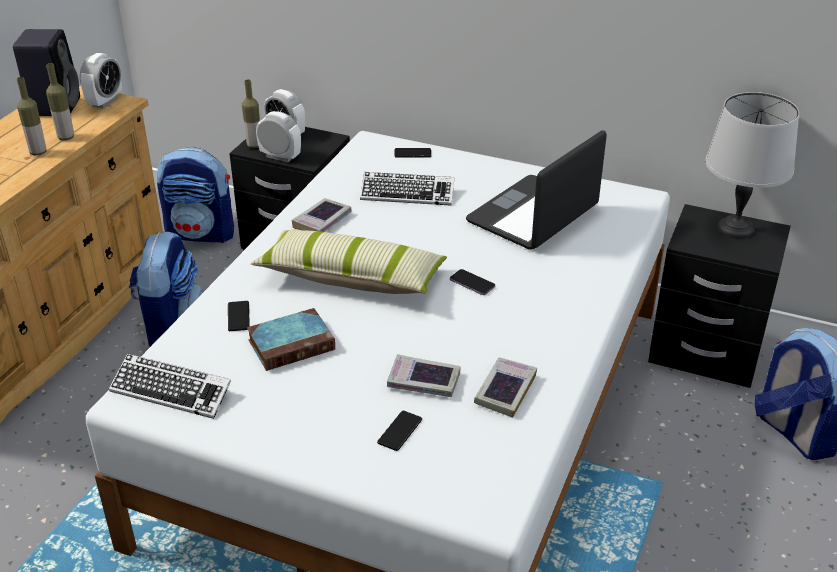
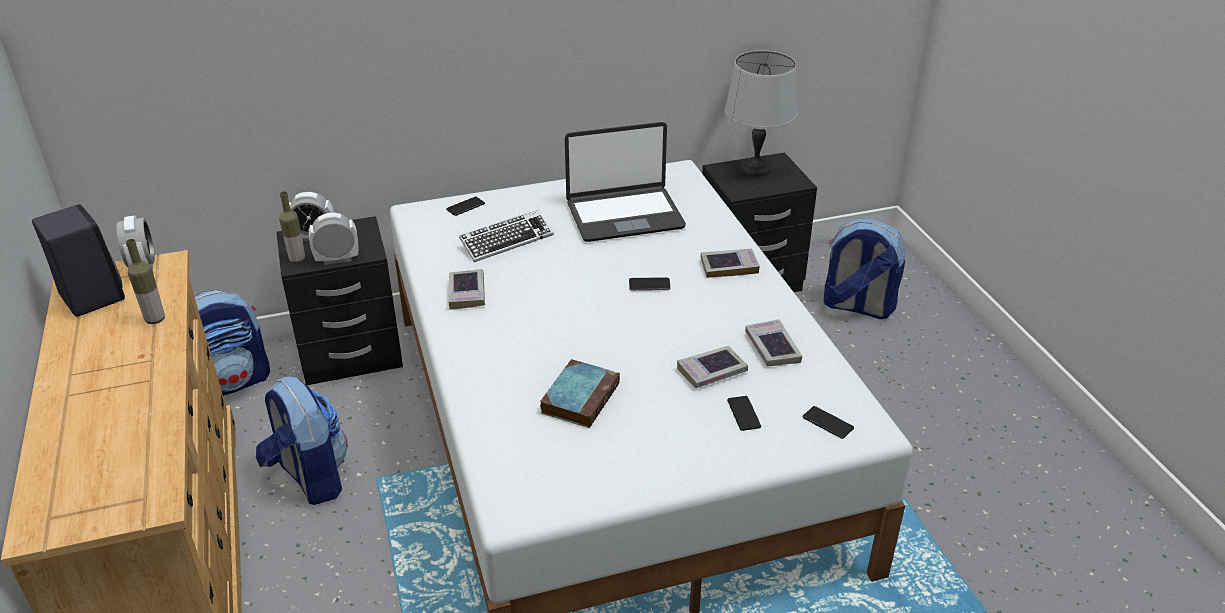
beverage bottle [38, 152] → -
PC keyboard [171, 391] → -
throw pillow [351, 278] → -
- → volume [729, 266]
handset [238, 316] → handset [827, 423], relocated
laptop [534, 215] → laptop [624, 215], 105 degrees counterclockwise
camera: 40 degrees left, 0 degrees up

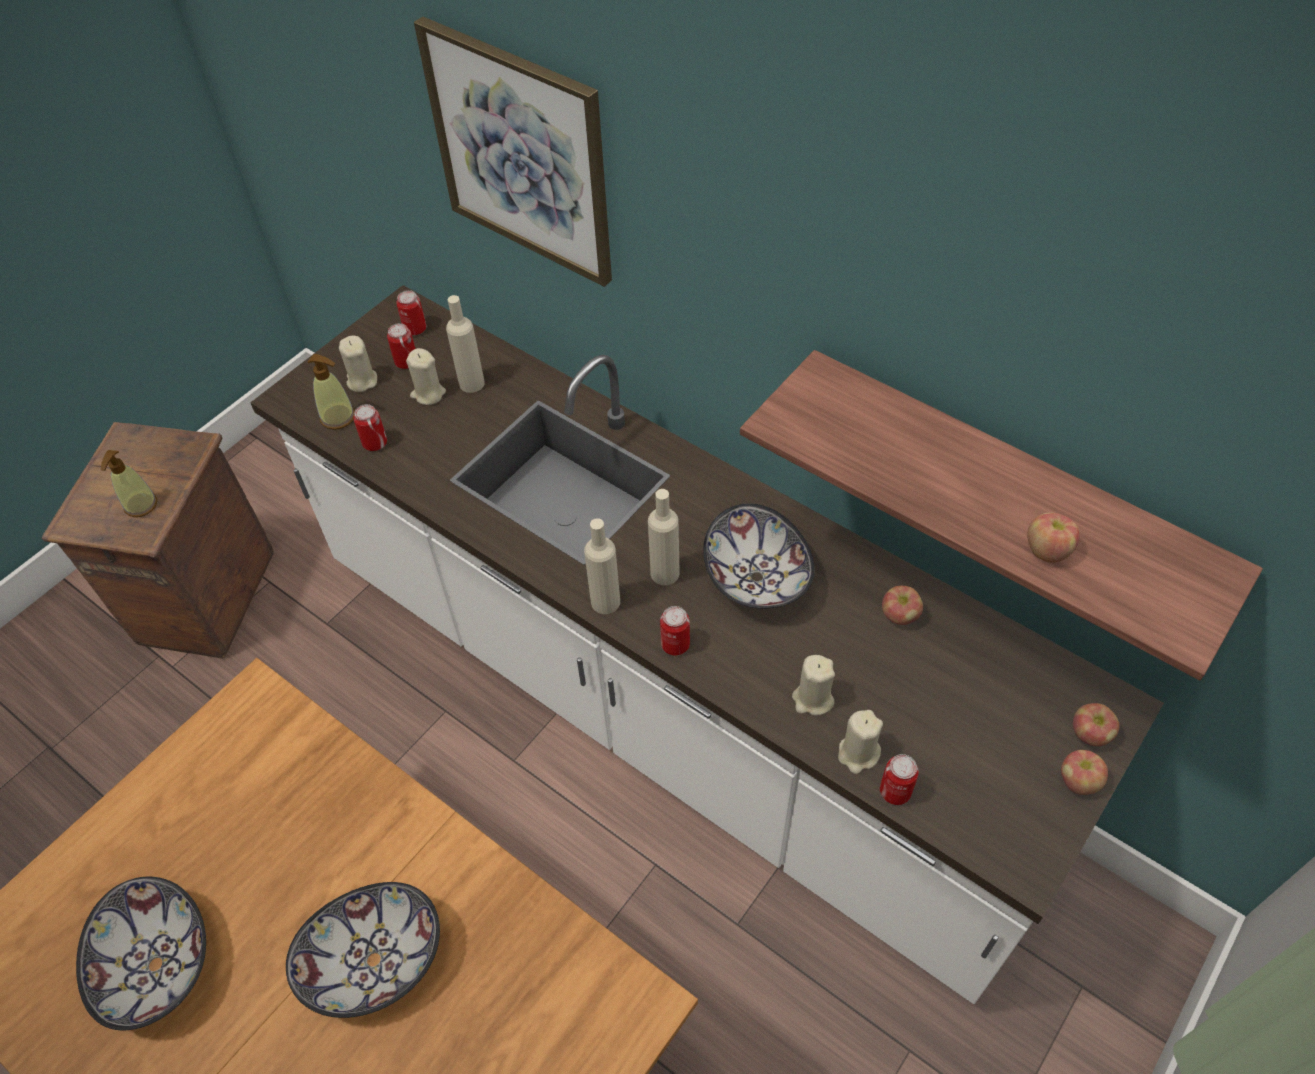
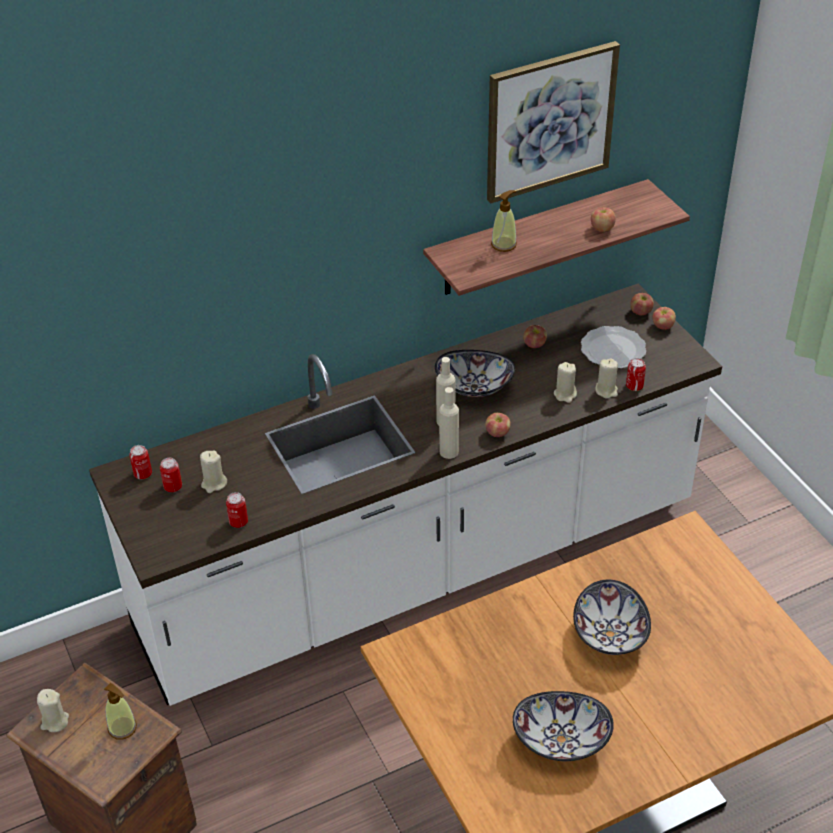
sand-coloured beverage bottle [471, 383] → -
- → plate [613, 349]
soap dispenser [338, 417] → soap dispenser [504, 244], relocated
sand-coloured candle [362, 380] → sand-coloured candle [54, 722], relocated
wall art [521, 153] → wall art [549, 121], relocated
sealed can [675, 644] → whole apple [497, 433]
camera: 65 degrees left, 10 degrees down

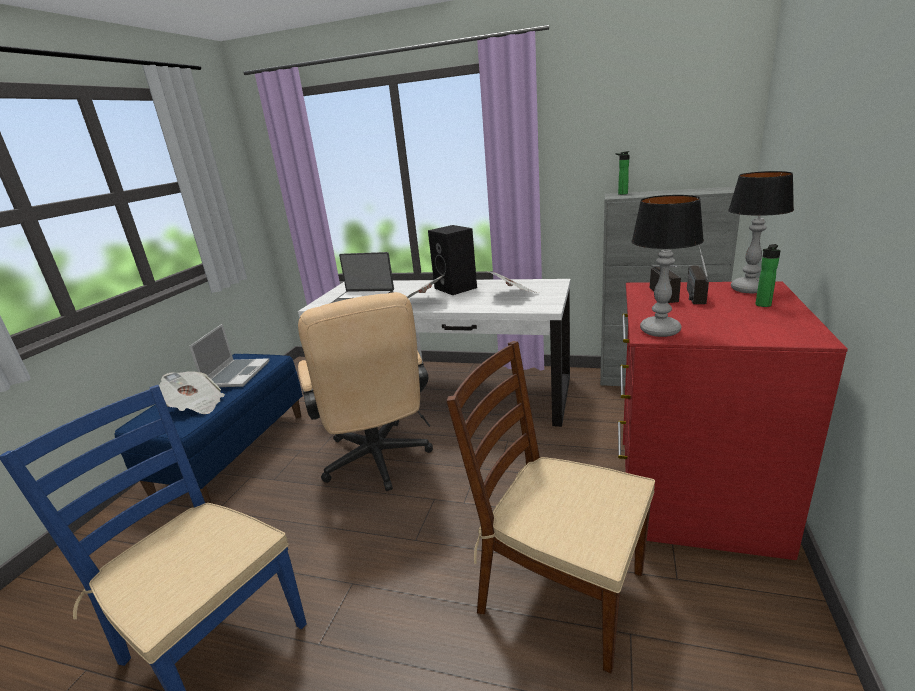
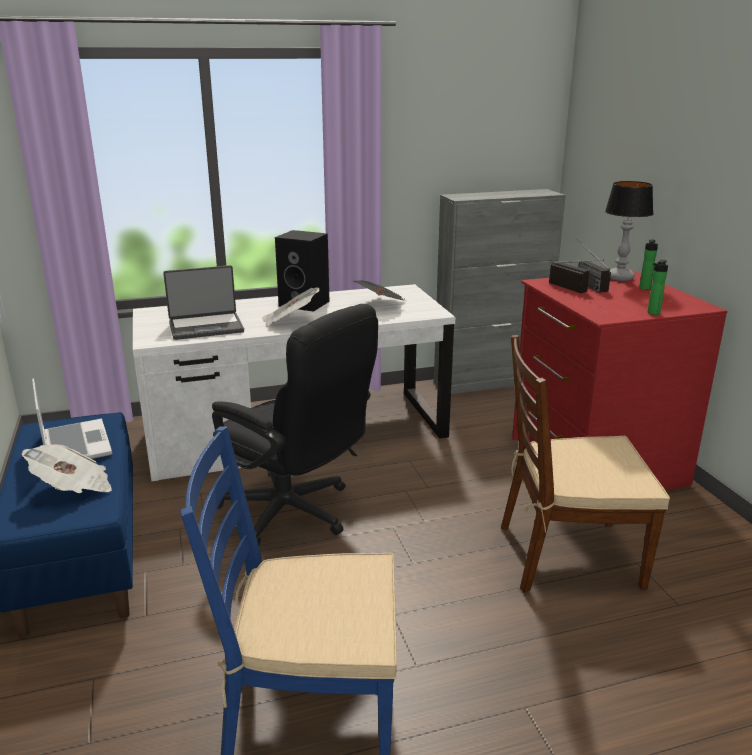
lamp for a table [660, 330] → -
beverage bottle [621, 194] → beverage bottle [652, 313], relocated
sand-coloured computer chair [378, 463] → black computer chair [295, 514]
camera: 35 degrees left, 0 degrees up

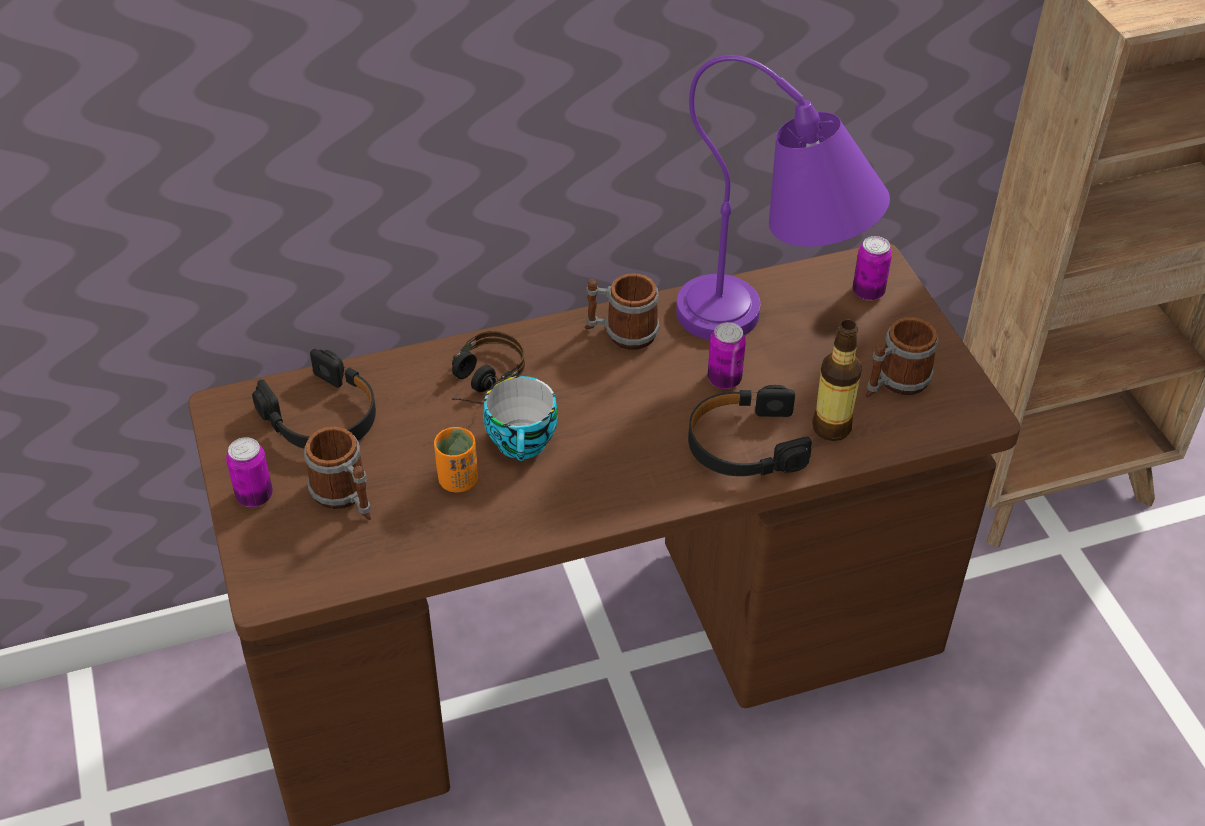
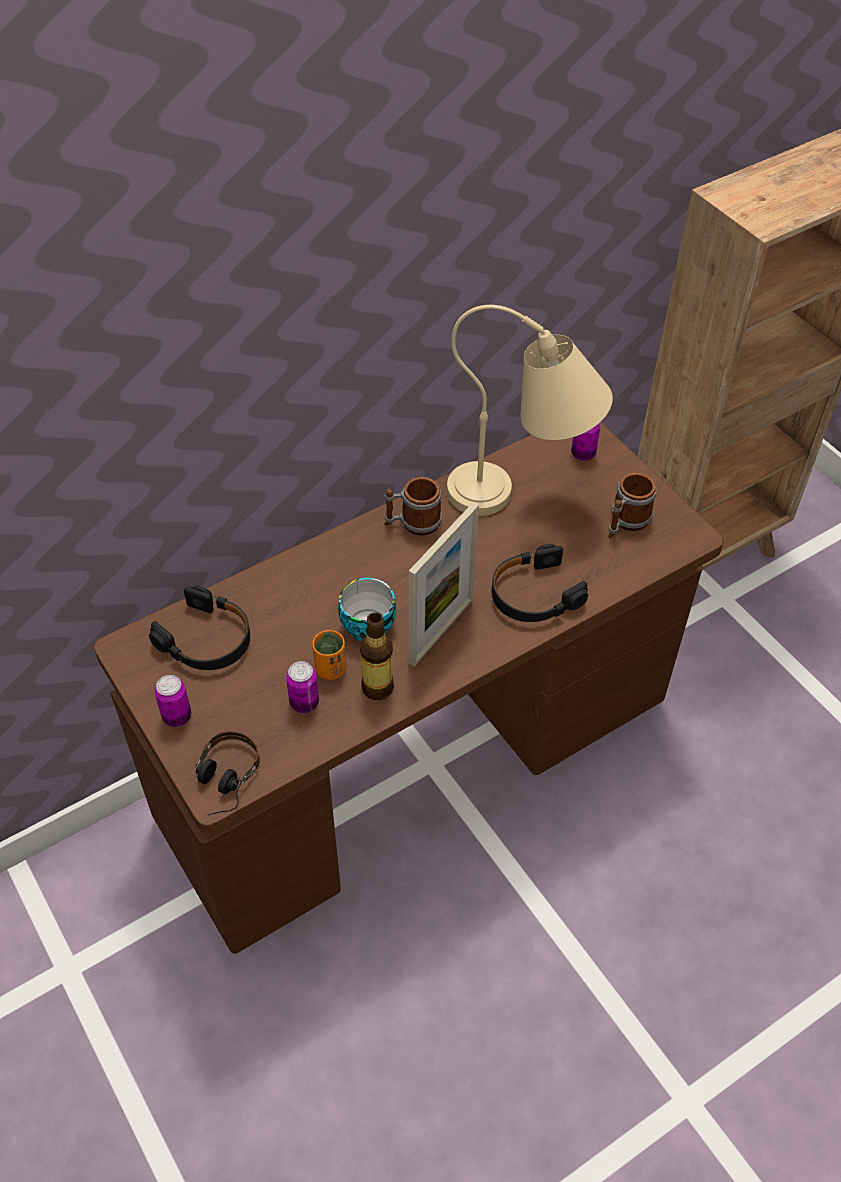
mug [345, 497] → -
- → picture frame [441, 631]
headset [479, 383] → headset [223, 783], relocated
sealed can [724, 379] → sealed can [304, 703], relocated
beverage bottle [831, 427] → beverage bottle [377, 688], relocated
purple-coloured lamp for a table [772, 328] → sand-coloured lamp for a table [523, 497]
camera: 15 degrees left, 5 degrees up

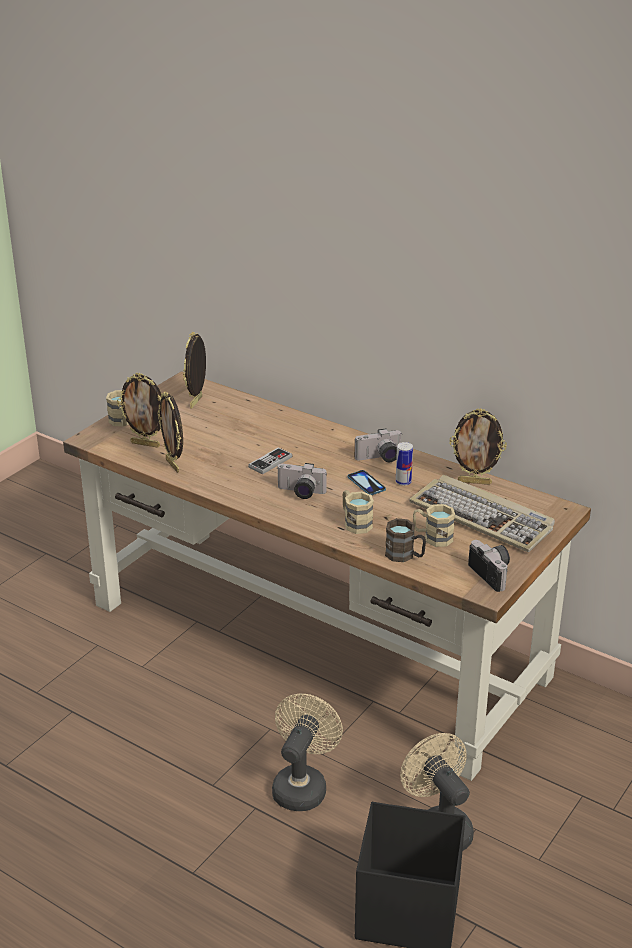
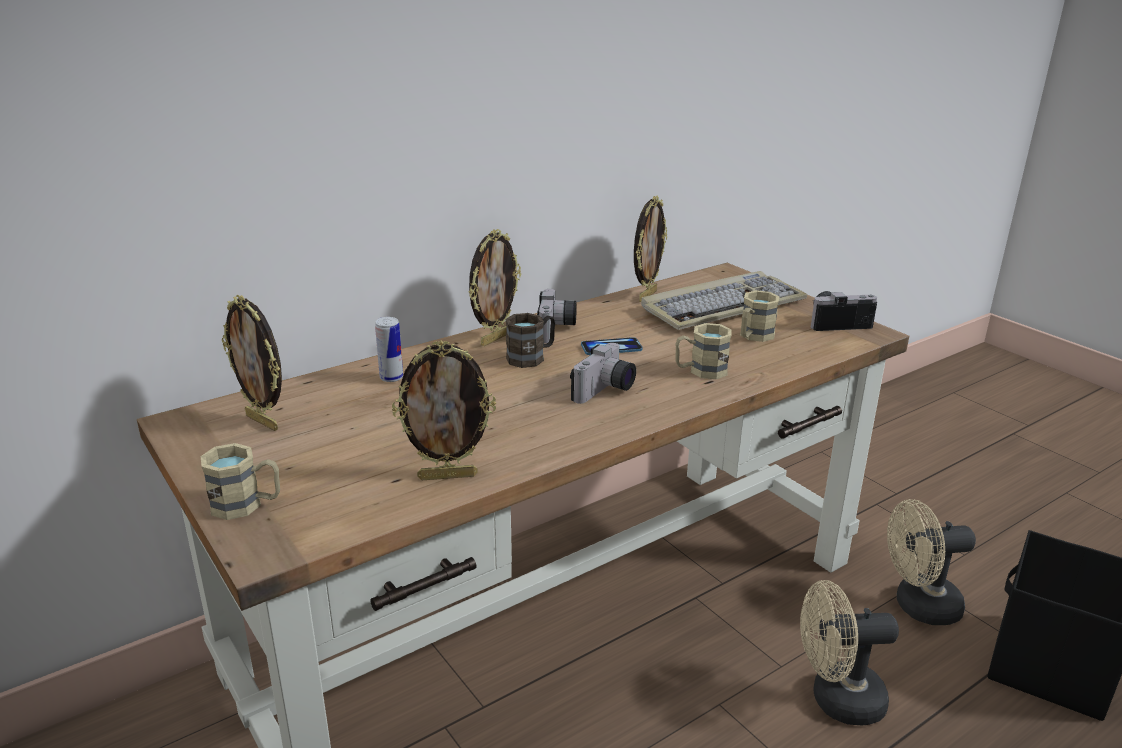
gamepad [270, 462] → -
picture frame [146, 444] → picture frame [494, 338], relocated
brownish mug [405, 556] → brownish mug [532, 357], relocated
sealed can [403, 482] → sealed can [391, 378], relocated
sand-coloured fan [302, 785] → sand-coloured fan [836, 700], 45 degrees counterclockwise
camera: 70 degrees left, 5 degrees down

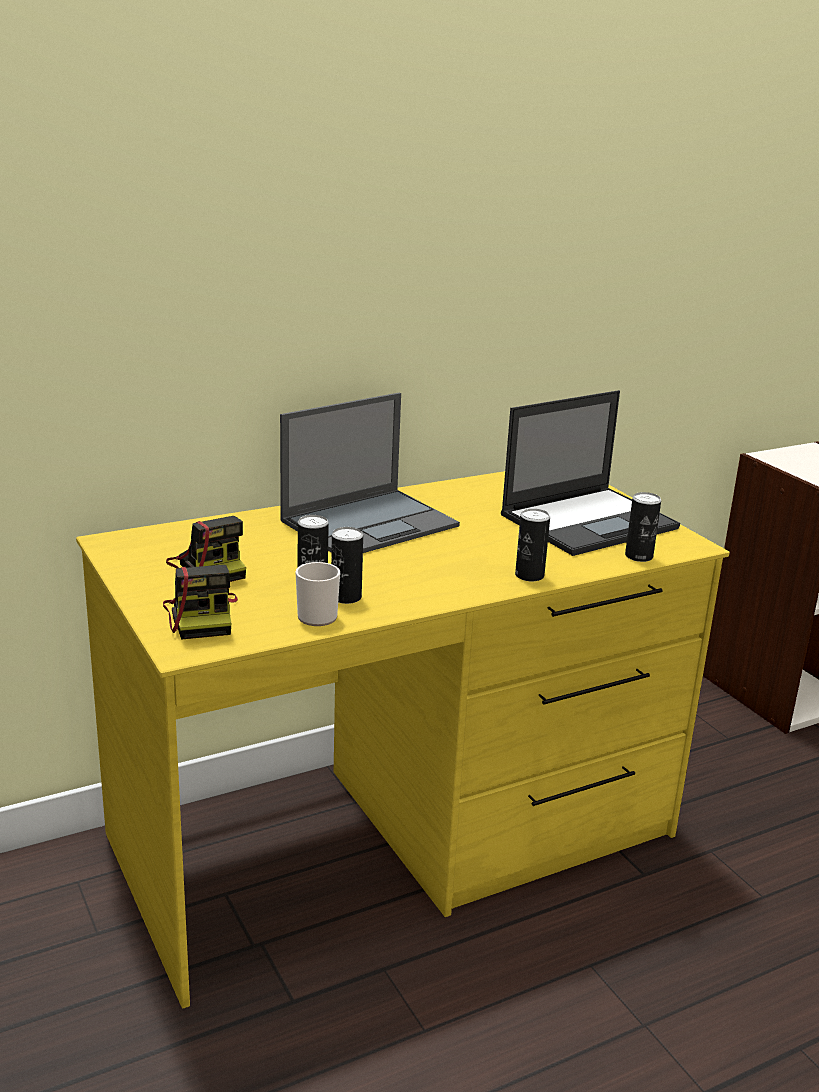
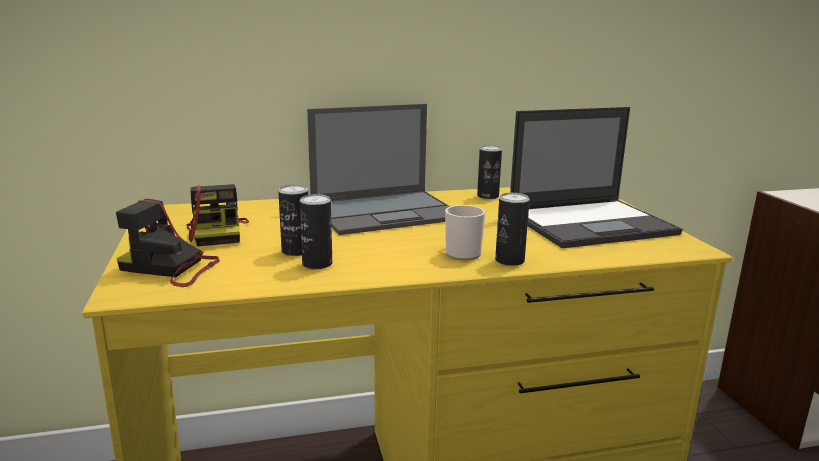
mug [314, 615] → mug [461, 252], relocated
sealed can [638, 556] → sealed can [488, 196], relocated
photo camera [202, 617] → photo camera [171, 268], 105 degrees clockwise
camera: 15 degrees right, 5 degrees down

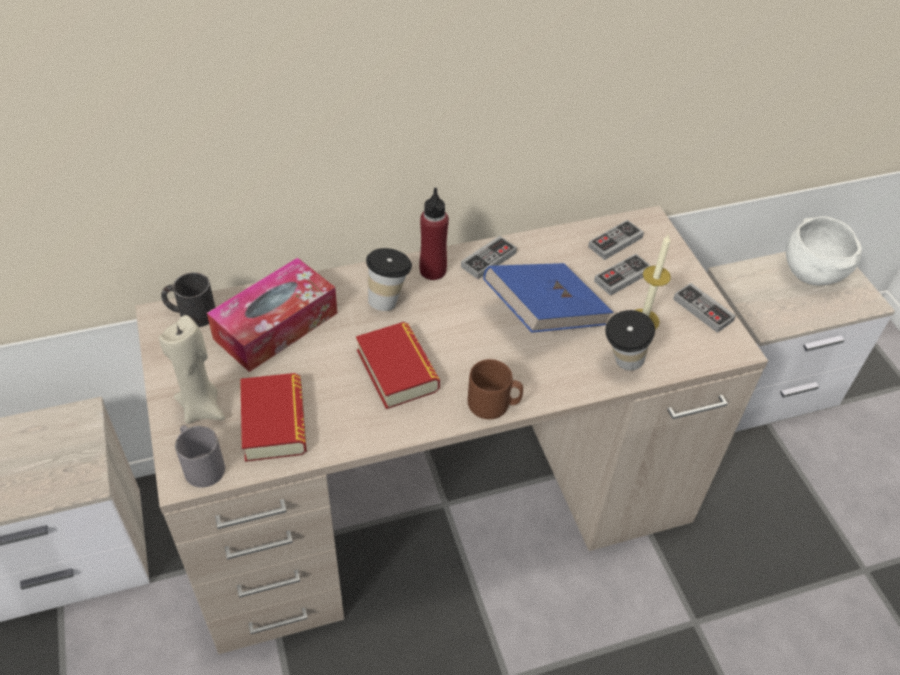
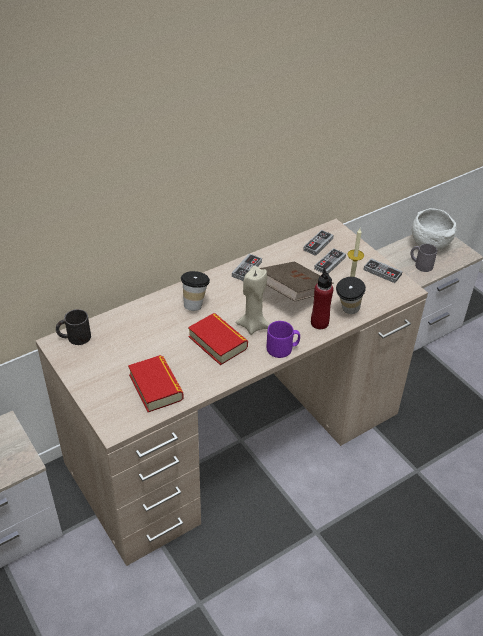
tissue holder [276, 326] → -
sand-coloured candle [202, 408] → sand-coloured candle [253, 325], relocated
grey mug [200, 464] → grey mug [420, 264], relocated
reddish beverage bottle [432, 270] → reddish beverage bottle [319, 323], relocated
brownish mug [494, 404] → purple-coloured mug [282, 349]
bluish volume [544, 315] → brownish volume [292, 293]
camera: 15 degrees left, 5 degrees down

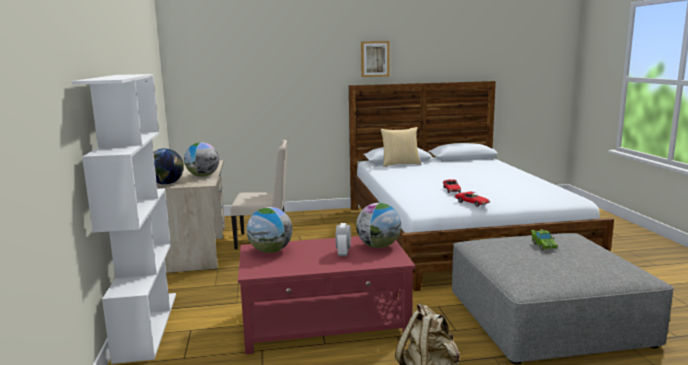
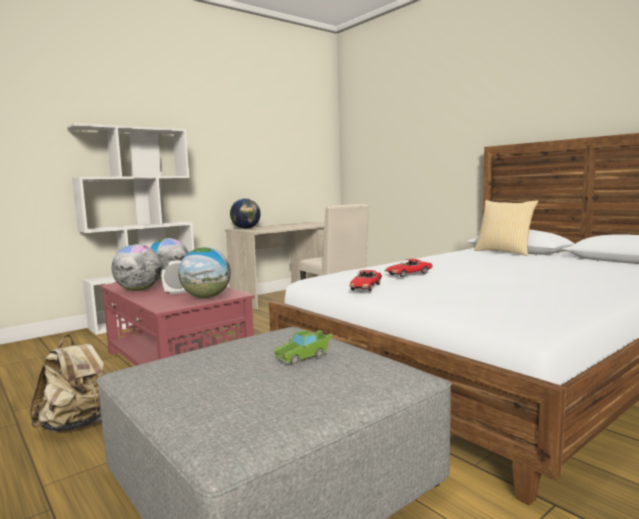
wall art [375, 59] → -
globe [203, 176] → globe [138, 290], relocated
camera: 60 degrees right, 5 degrees down

